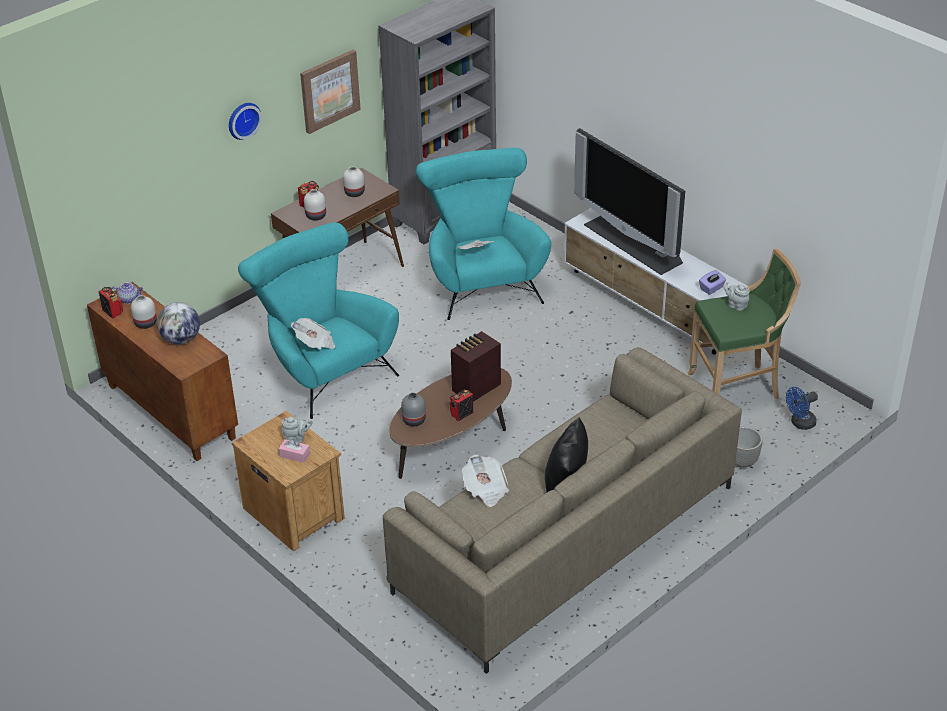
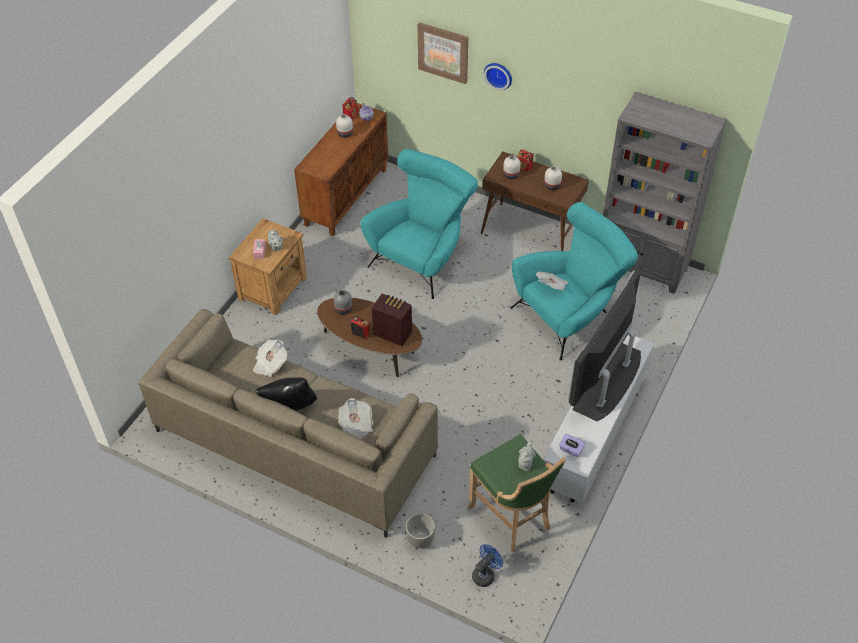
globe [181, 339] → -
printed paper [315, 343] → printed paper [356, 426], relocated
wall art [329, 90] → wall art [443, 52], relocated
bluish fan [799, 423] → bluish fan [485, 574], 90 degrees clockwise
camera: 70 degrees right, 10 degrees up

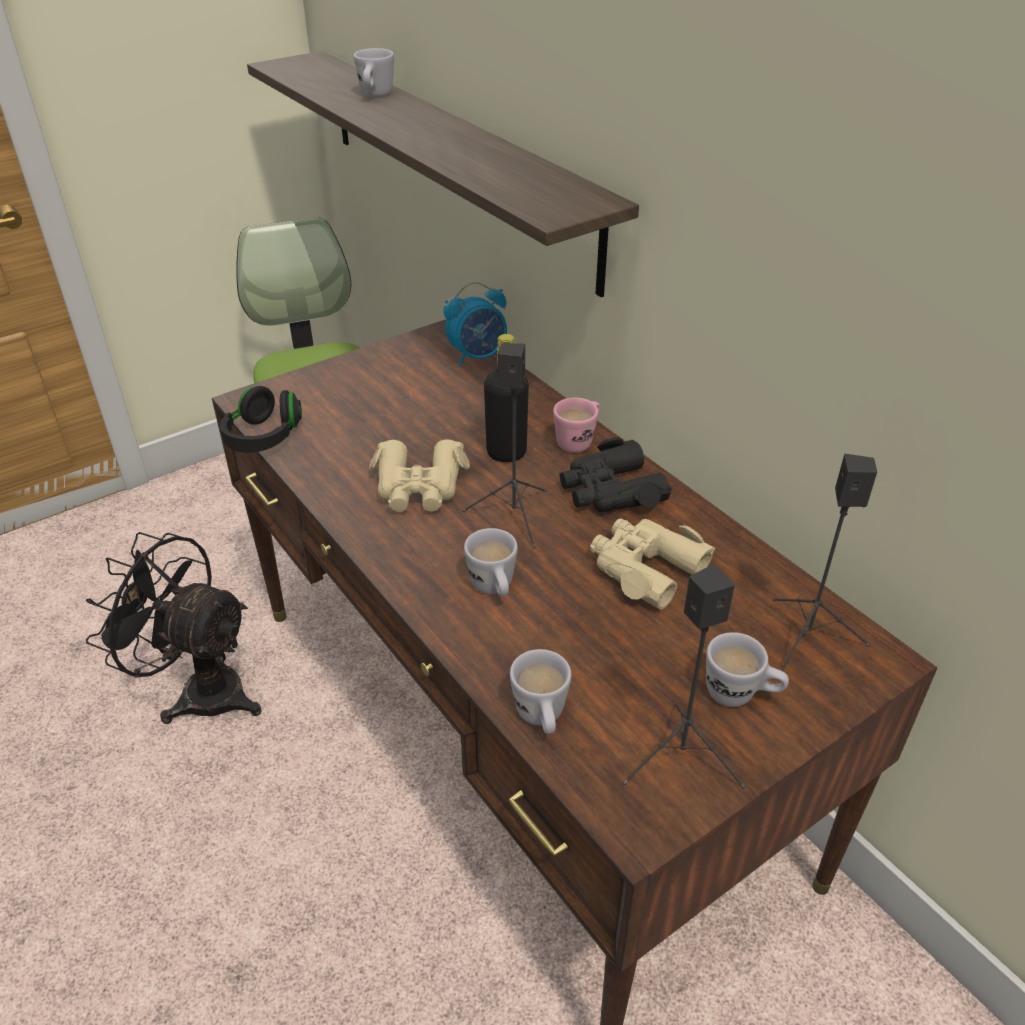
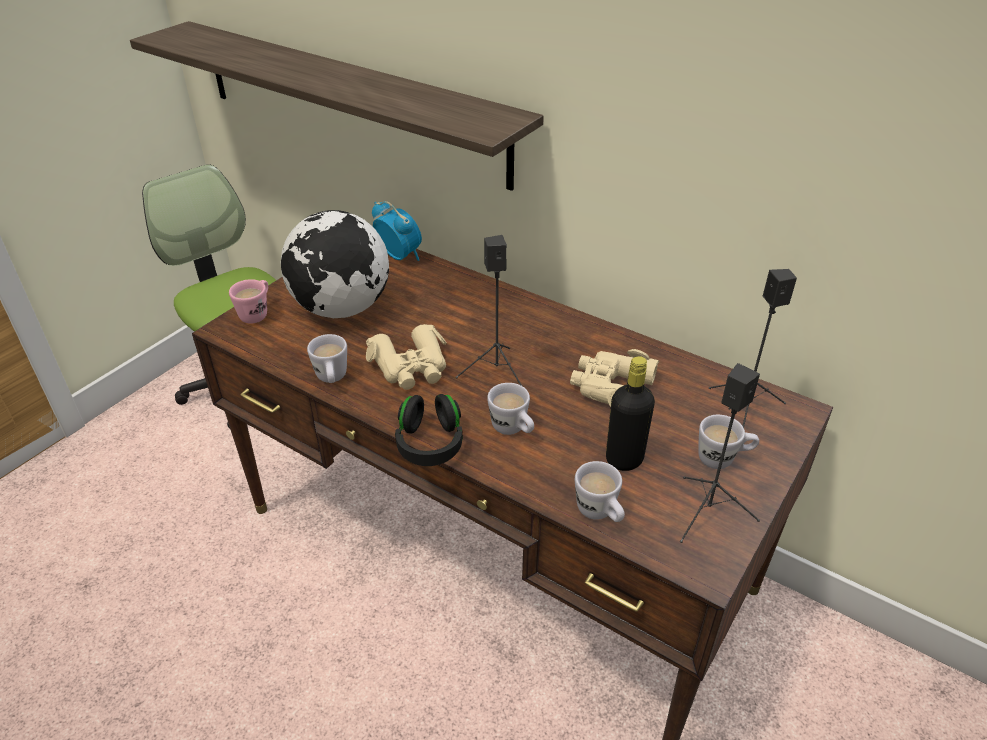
black fan [200, 690] → -
black field glasses [610, 491] → -
- → globe [342, 309]
black headset [263, 437] → black headset [430, 443], relocated
white-coloured mug [375, 96] → white-coloured mug [332, 379], relocated
black beverage bottle [506, 453] → black beverage bottle [624, 459], relocated
pink-coloured mug [579, 441] → pink-coloured mug [257, 313], relocated
bedside clock [478, 356] → bedside clock [399, 256], 90 degrees counterclockwise
camera: 20 degrees left, 0 degrees up

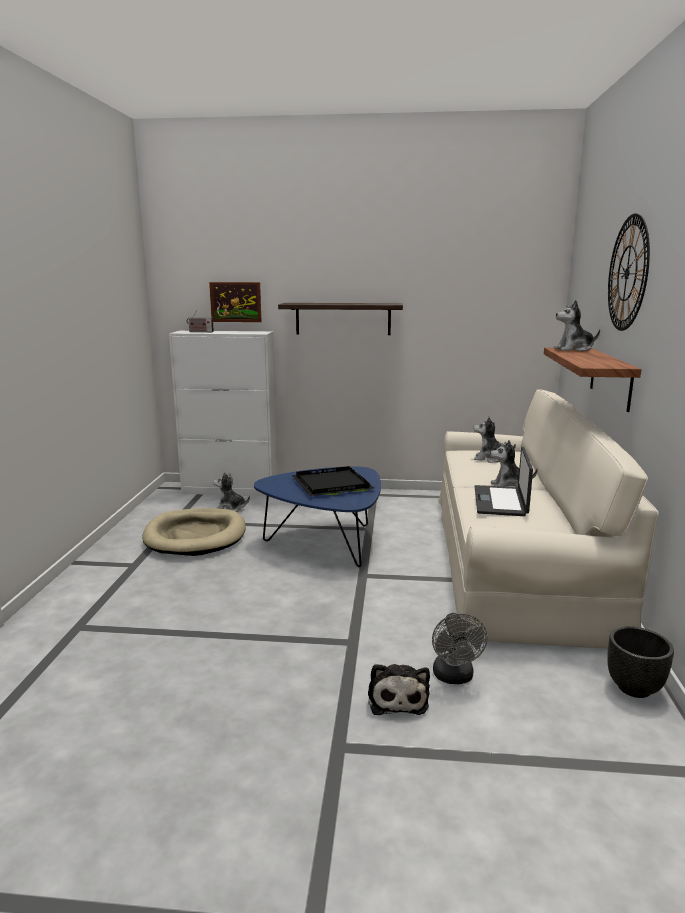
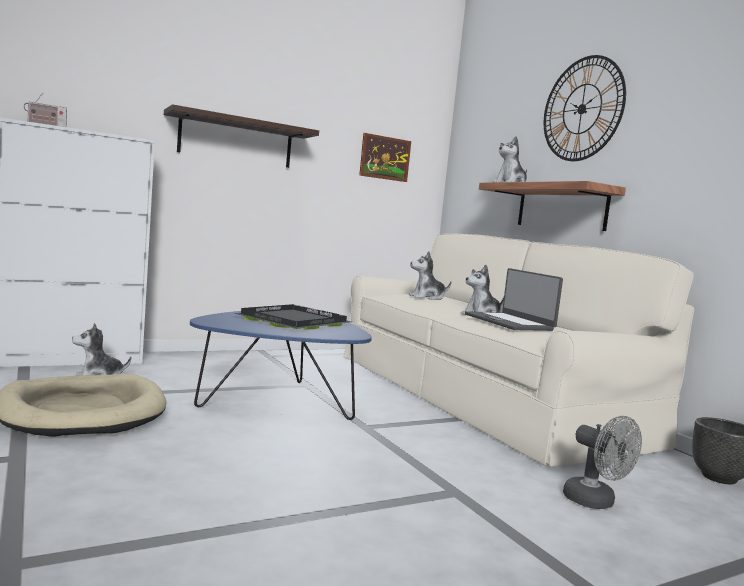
soft toy [397, 698] → -
wall art [235, 302] → wall art [385, 158], relocated
camera: 35 degrees left, 10 degrees down

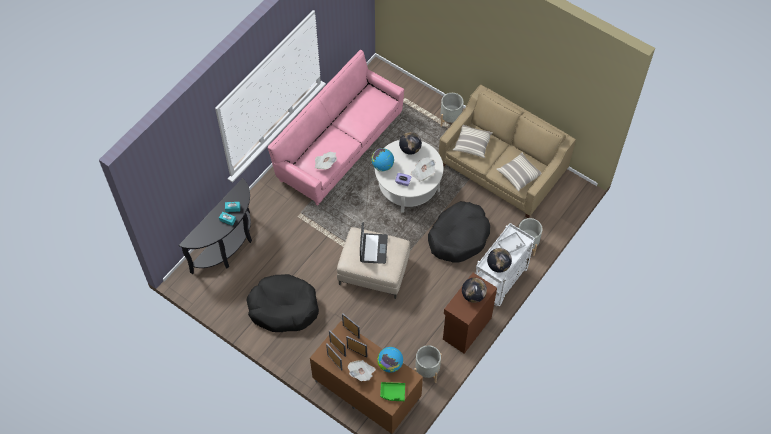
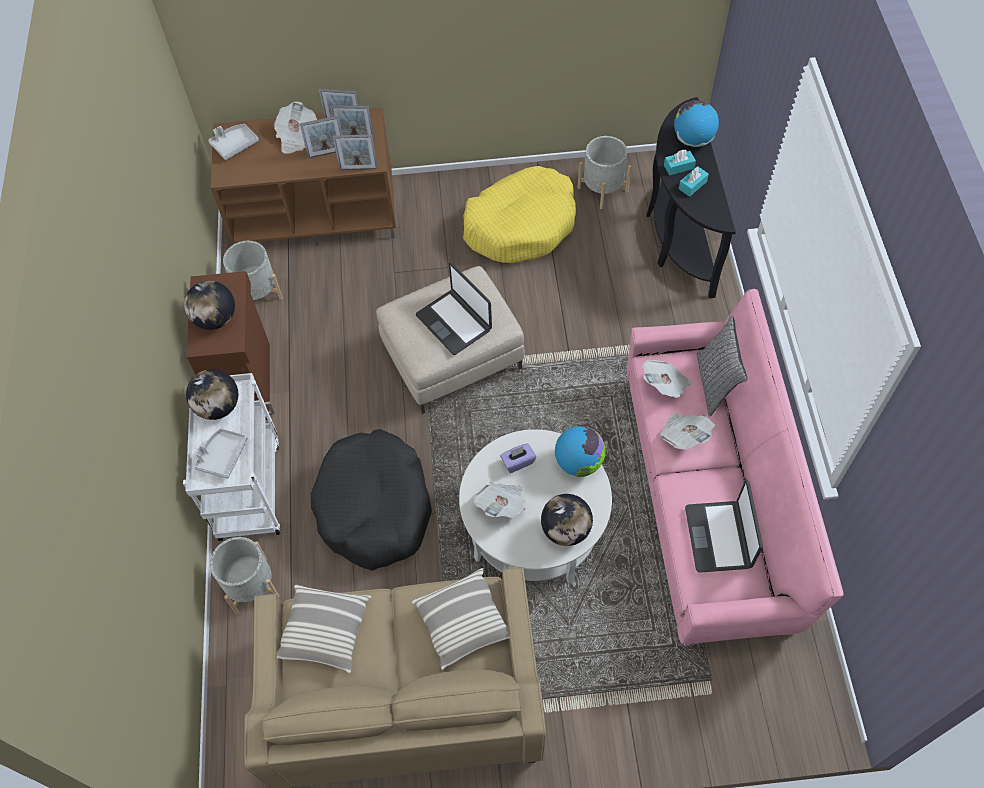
- → printed paper [684, 435]
- → laptop [719, 537]
- → grey throw pillow [715, 383]
globe [390, 364] → globe [693, 139], relocated
grey plant pot [450, 119] → grey plant pot [602, 189], relocated
black dog bed [283, 308] → yellow-coloured dog bed [521, 225]
green carrying tray [392, 393] → grey carrying tray [234, 145]
camera: 140 degrees right, 0 degrees up

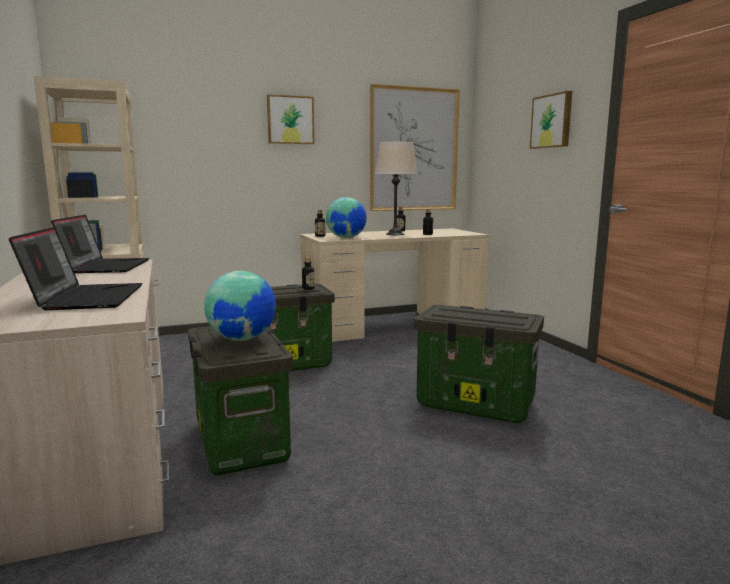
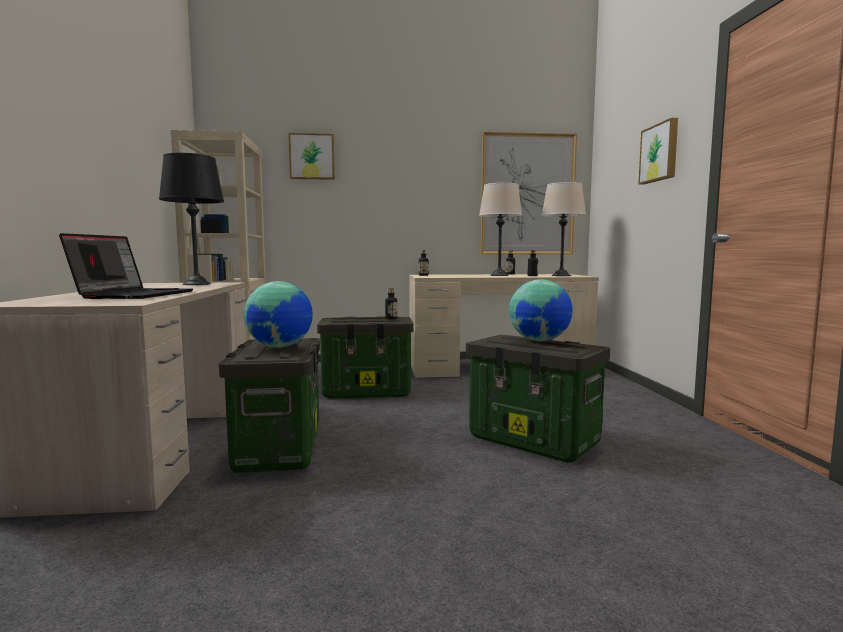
- → sand-coloured lamp for a table [561, 275]
wall art [290, 120] → wall art [312, 157], relocated
globe [346, 238] → globe [539, 340], relocated
laptop [106, 267] → black lamp for a table [196, 284]
camera: 15 degrees right, 5 degrees down

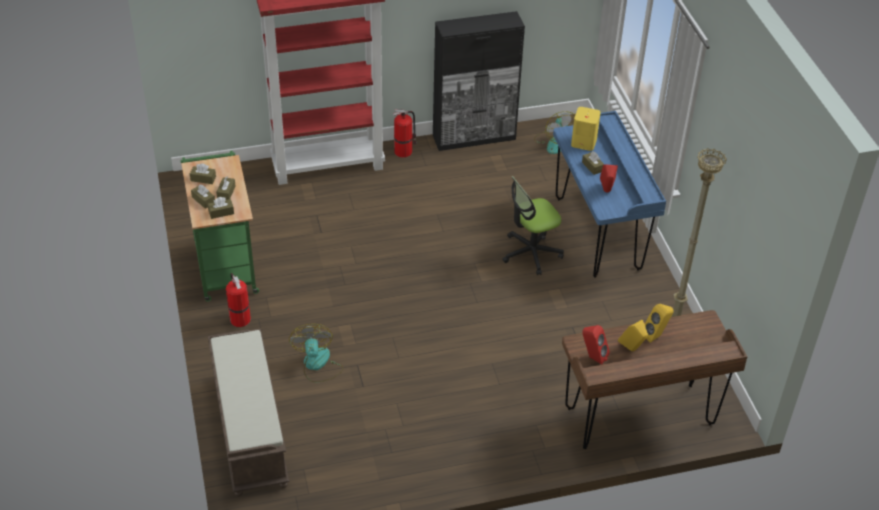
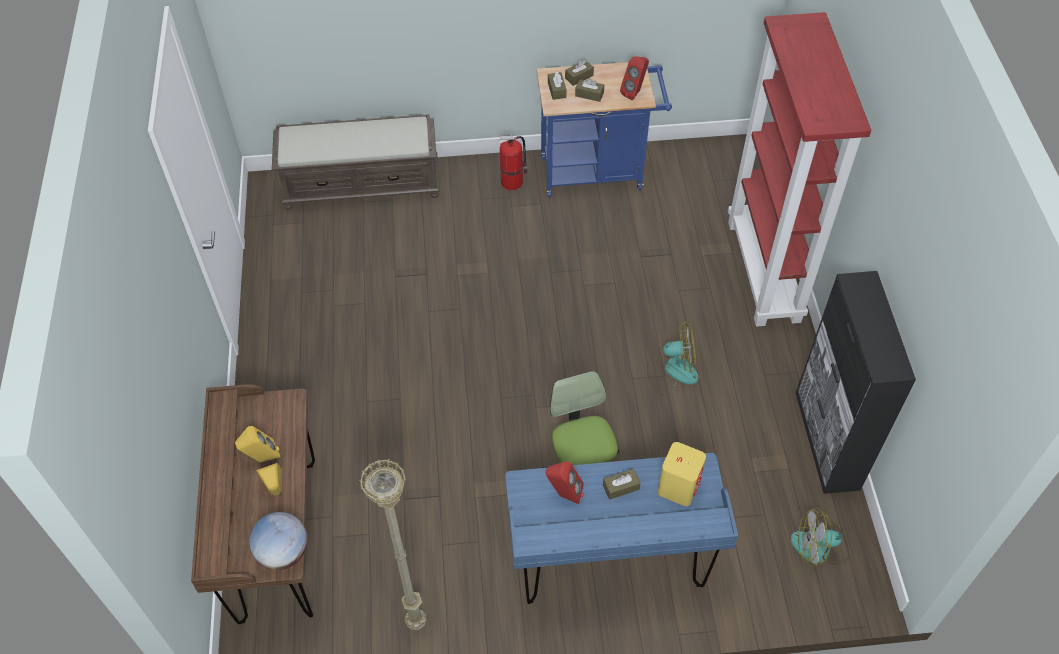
brownish tissue holder [203, 179] → -
extinguisher [404, 151] → -
- → globe [283, 552]
fan [317, 365] → fan [672, 371], relocated
reddish loudspeaker [592, 357] → reddish loudspeaker [634, 92], relocated
green wheeled cart [224, 263] → bluish wheeled cart [598, 172]
camera: 100 degrees right, 10 degrees up

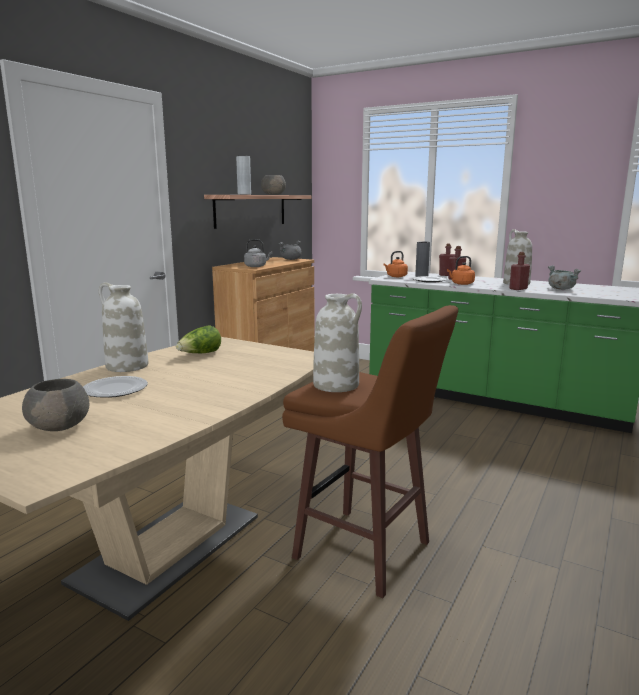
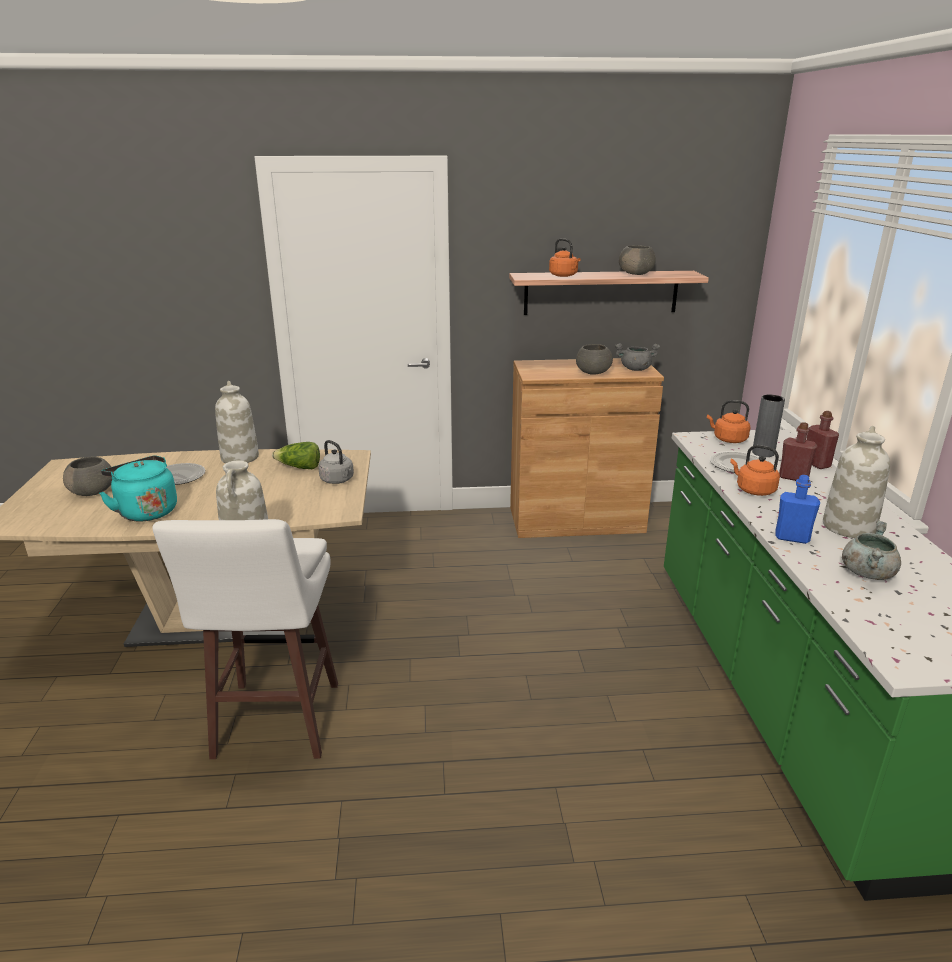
- → turquoise tea kettle [146, 511]
- → grey deep dish [592, 372]
grey tea kettle [256, 266] → grey tea kettle [338, 480], relocated
grey decorative vase [244, 194] → orange-coloured tea kettle [564, 275]
brownish stool [365, 552] → white-coloured stool [275, 723]
reddish beverage bottle [518, 289] → bluish beverage bottle [792, 538]
camera: 55 degrees right, 10 degrees up

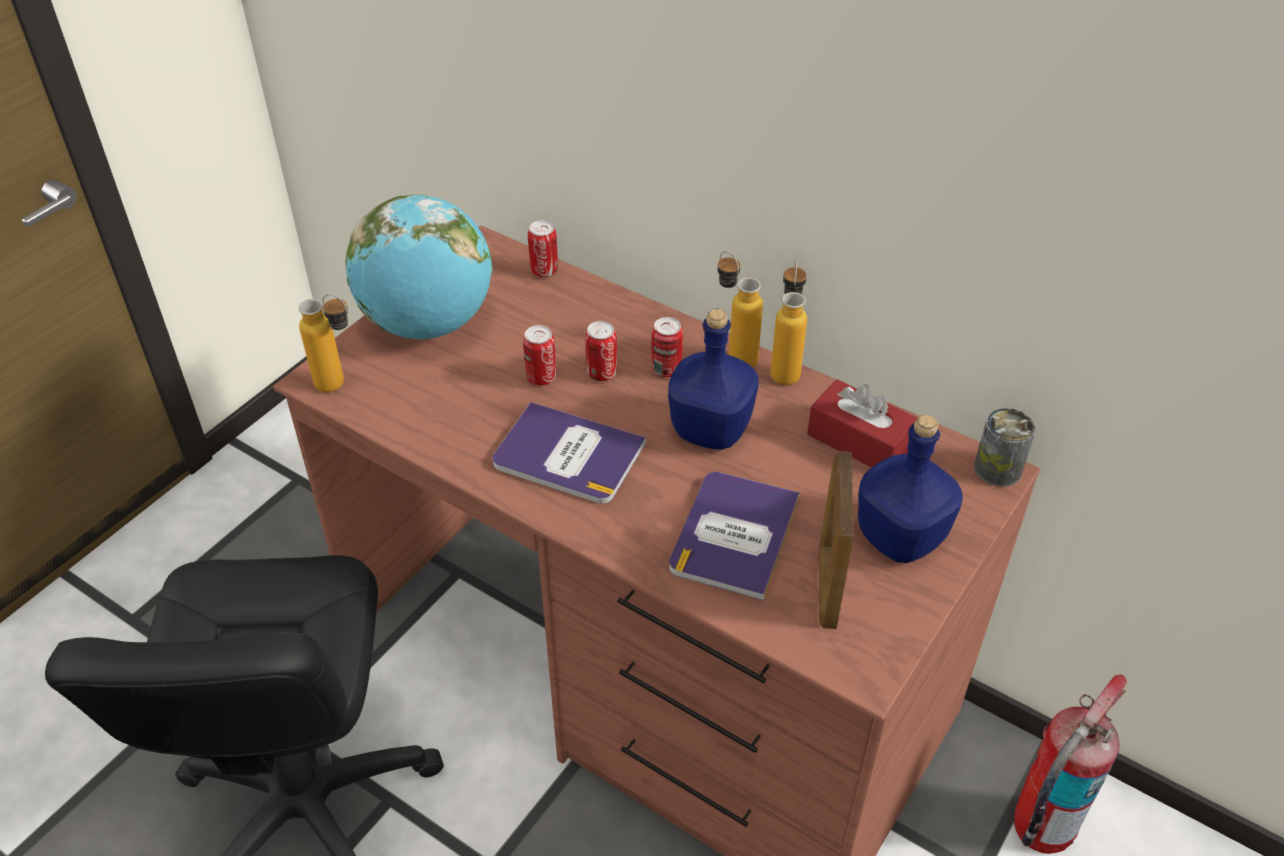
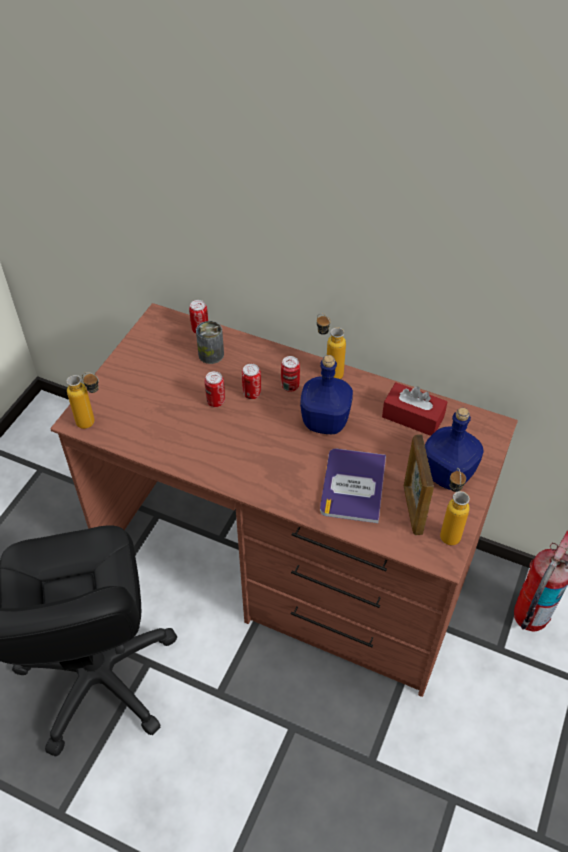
globe [428, 324] → -
volume [568, 455] → -
beverage bottle [785, 368] → beverage bottle [448, 530], relocated
sealed can [997, 469] → sealed can [211, 354], relocated
camera: 10 degrees left, 5 degrees up

